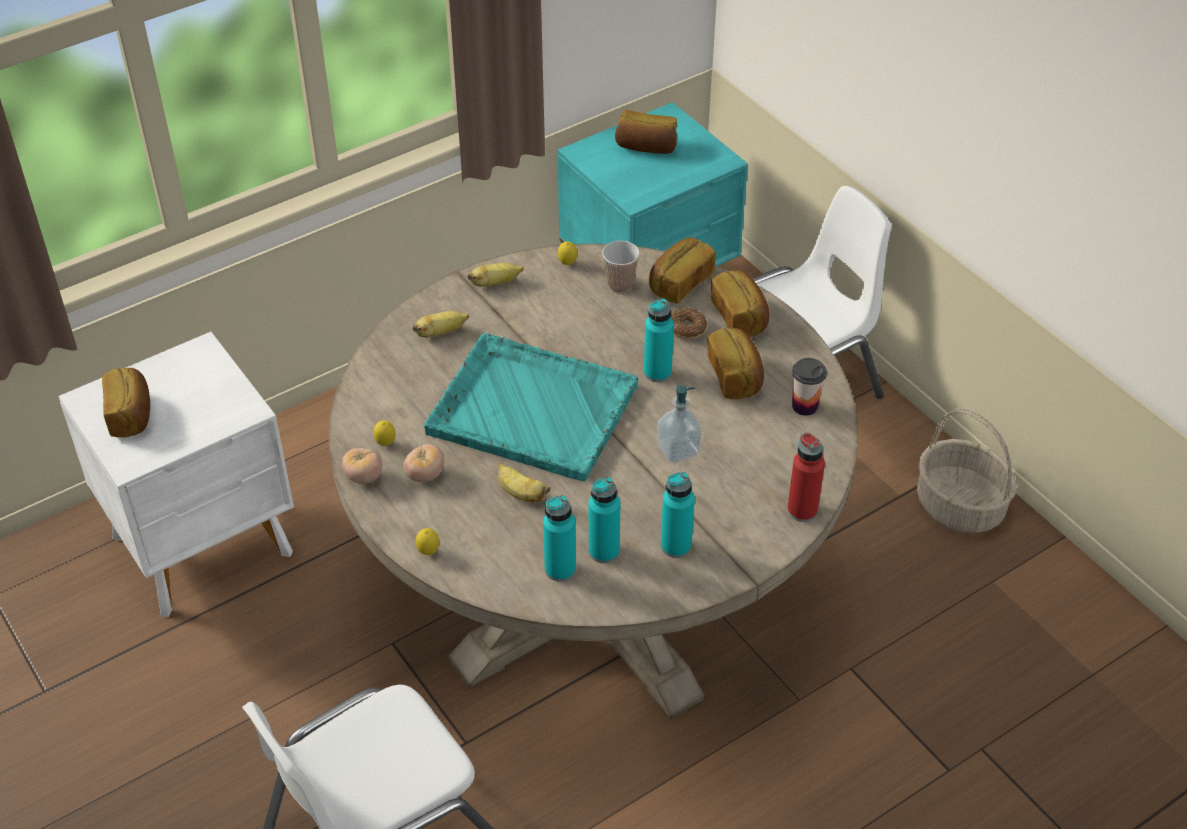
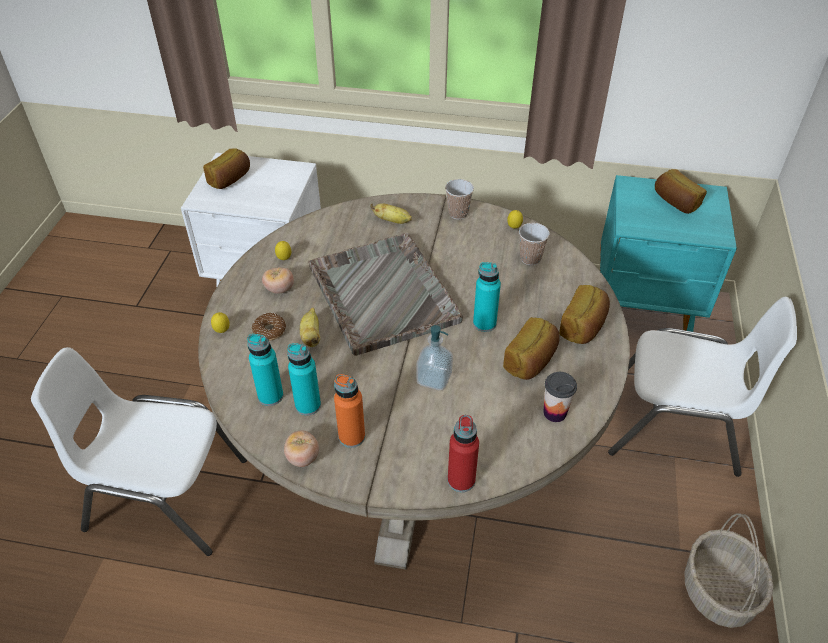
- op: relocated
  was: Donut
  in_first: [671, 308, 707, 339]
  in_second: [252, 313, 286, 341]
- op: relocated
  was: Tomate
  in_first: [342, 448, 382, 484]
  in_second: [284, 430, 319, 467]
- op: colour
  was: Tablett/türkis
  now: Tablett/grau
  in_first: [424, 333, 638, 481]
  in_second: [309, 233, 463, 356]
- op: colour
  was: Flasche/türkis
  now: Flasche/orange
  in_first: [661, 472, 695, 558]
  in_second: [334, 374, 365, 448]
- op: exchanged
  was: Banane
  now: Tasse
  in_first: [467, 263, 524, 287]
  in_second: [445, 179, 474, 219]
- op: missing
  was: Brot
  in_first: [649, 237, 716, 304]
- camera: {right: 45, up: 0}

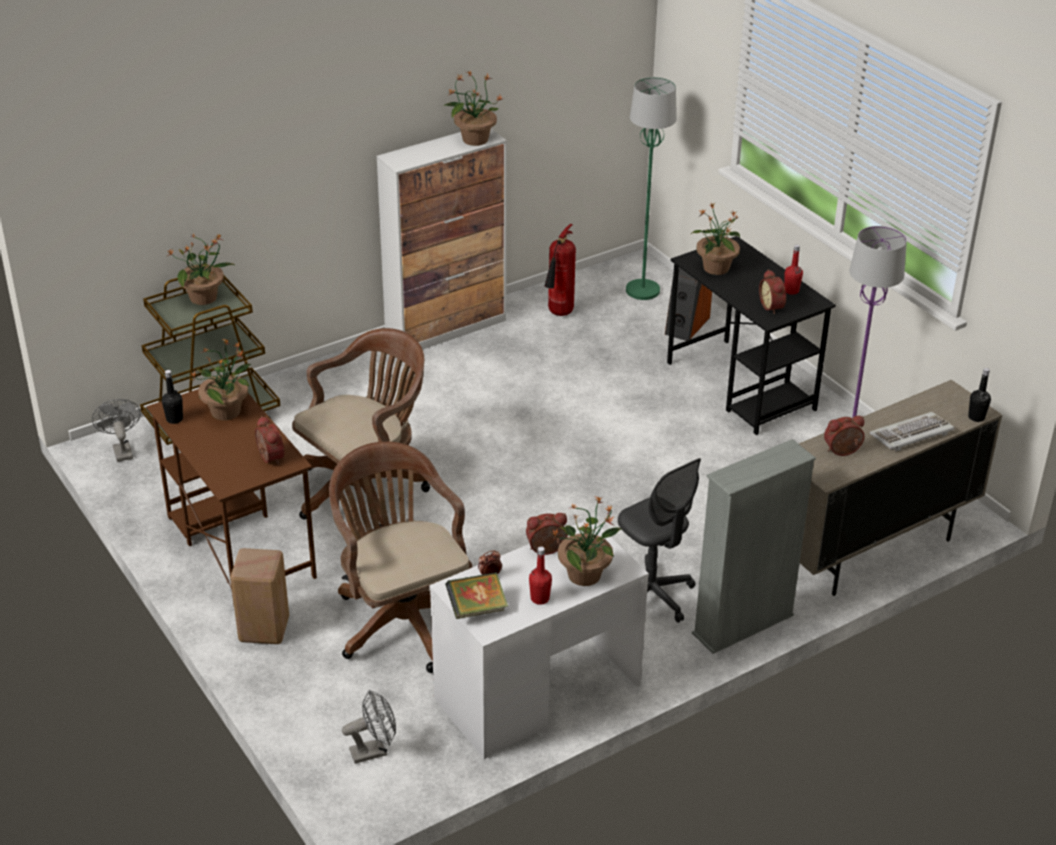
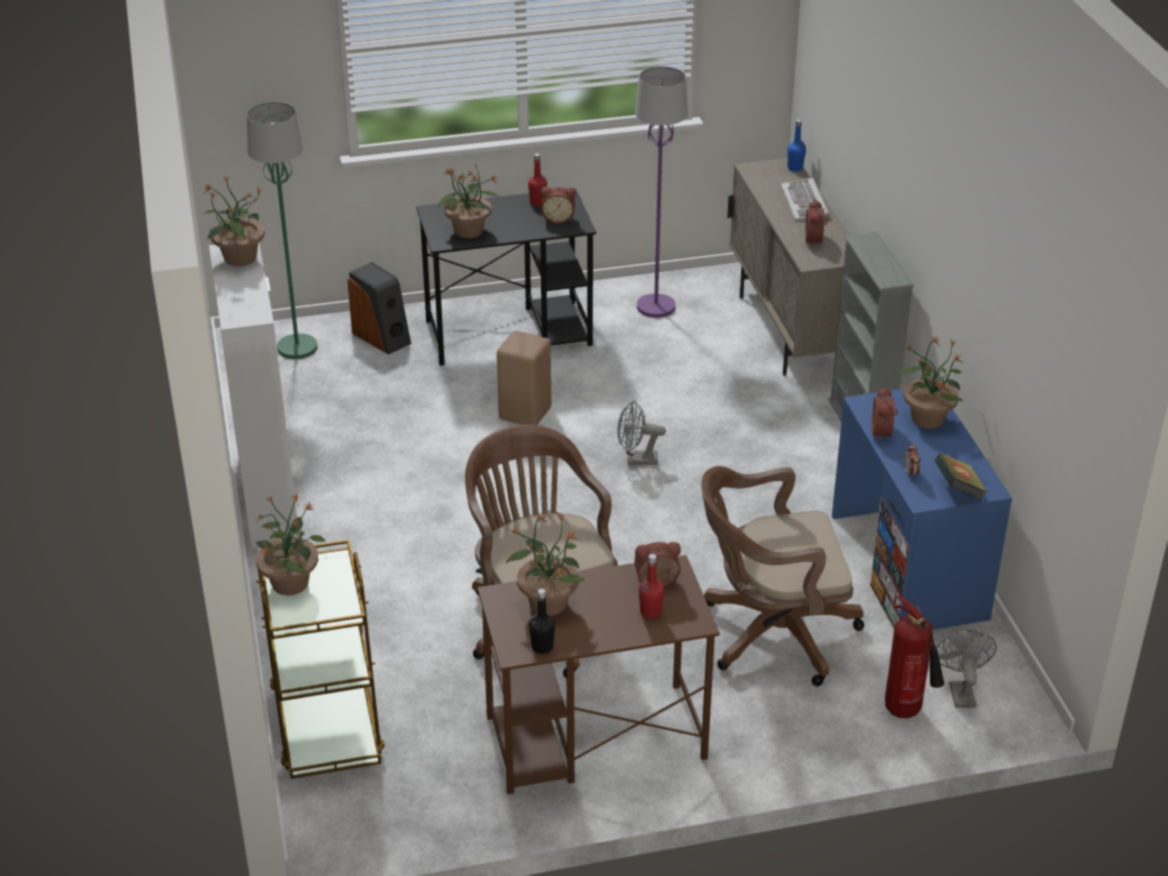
- op: relocated
  was: Hocker/beige
  in_first: [230, 548, 289, 644]
  in_second: [497, 331, 551, 425]
- op: relocated
  was: Ventilator/grau
  in_first: [92, 399, 141, 462]
  in_second: [617, 400, 666, 465]
- op: relocated
  was: Flasche/rot
  in_first: [529, 547, 552, 605]
  in_second: [639, 554, 664, 619]
- op: colour
  was: Flasche/schwarz
  now: Flasche/blau
  in_first: [968, 368, 991, 422]
  in_second: [787, 119, 806, 172]
- op: colour
  was: Schreibtisch/weiß
  now: Schreibtisch/blau
  in_first: [429, 521, 649, 759]
  in_second: [832, 389, 1012, 630]
- op: relocated
  was: Feuerlöscher
  in_first: [545, 224, 576, 316]
  in_second: [885, 595, 944, 718]
- op: missing
  was: Bürostuhl/grau
  in_first: [618, 458, 701, 623]
- camera: {right: -70, up: 0}

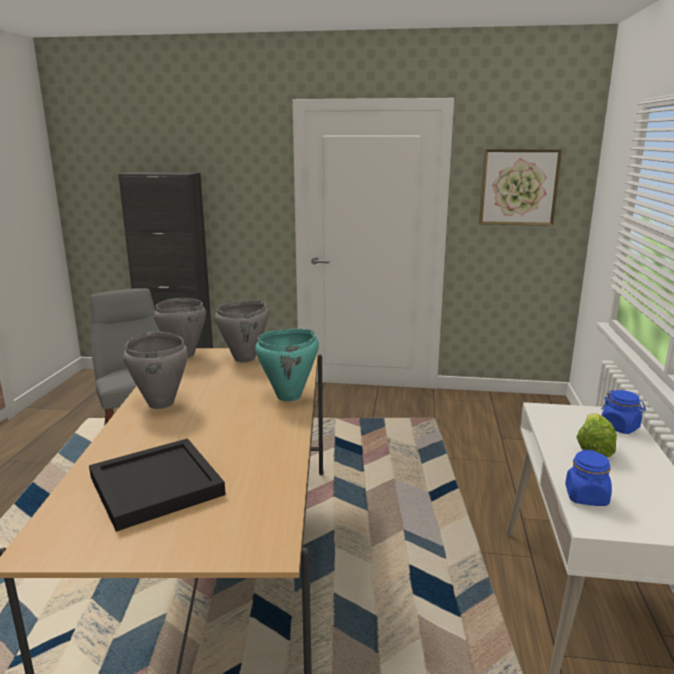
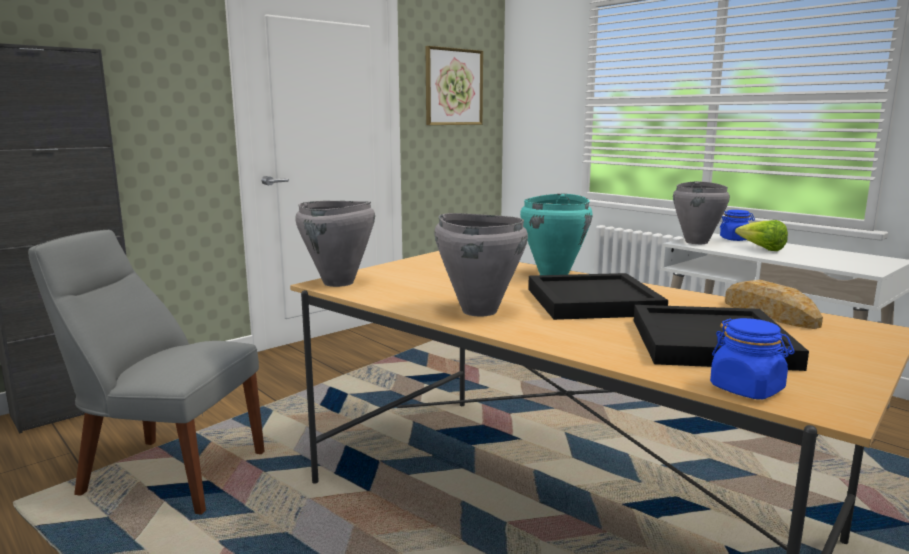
- op: appeared
  now: Tablett/schwarz
  in_second: [528, 273, 668, 320]
- op: relocated
  was: Kochtopf/grau
  in_first: [215, 300, 269, 362]
  in_second: [673, 181, 730, 244]
- op: relocated
  was: Vorratsglas/blau
  in_first: [565, 449, 612, 506]
  in_second: [710, 318, 794, 399]
- op: appeared
  now: Brot
  in_second: [725, 280, 823, 329]
- camera: {right: -50, up: -5}

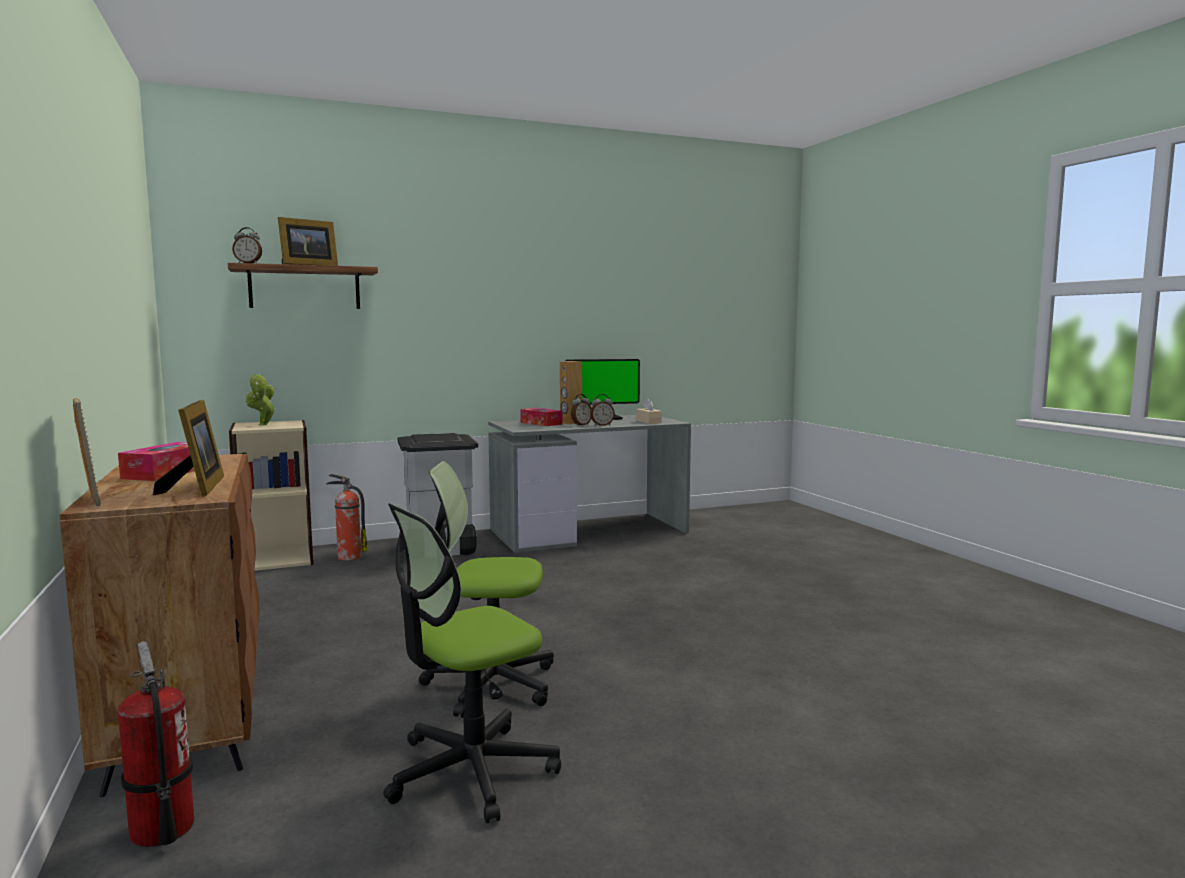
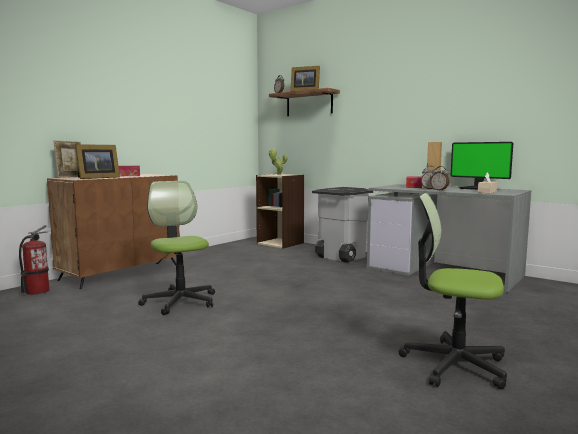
- op: relocated
  was: Bürostuhl
  in_first: [383, 503, 561, 823]
  in_second: [399, 193, 507, 389]
- op: missing
  was: Feuerlöscher
  in_first: [326, 474, 367, 561]
- camera: {right: 60, up: 0}

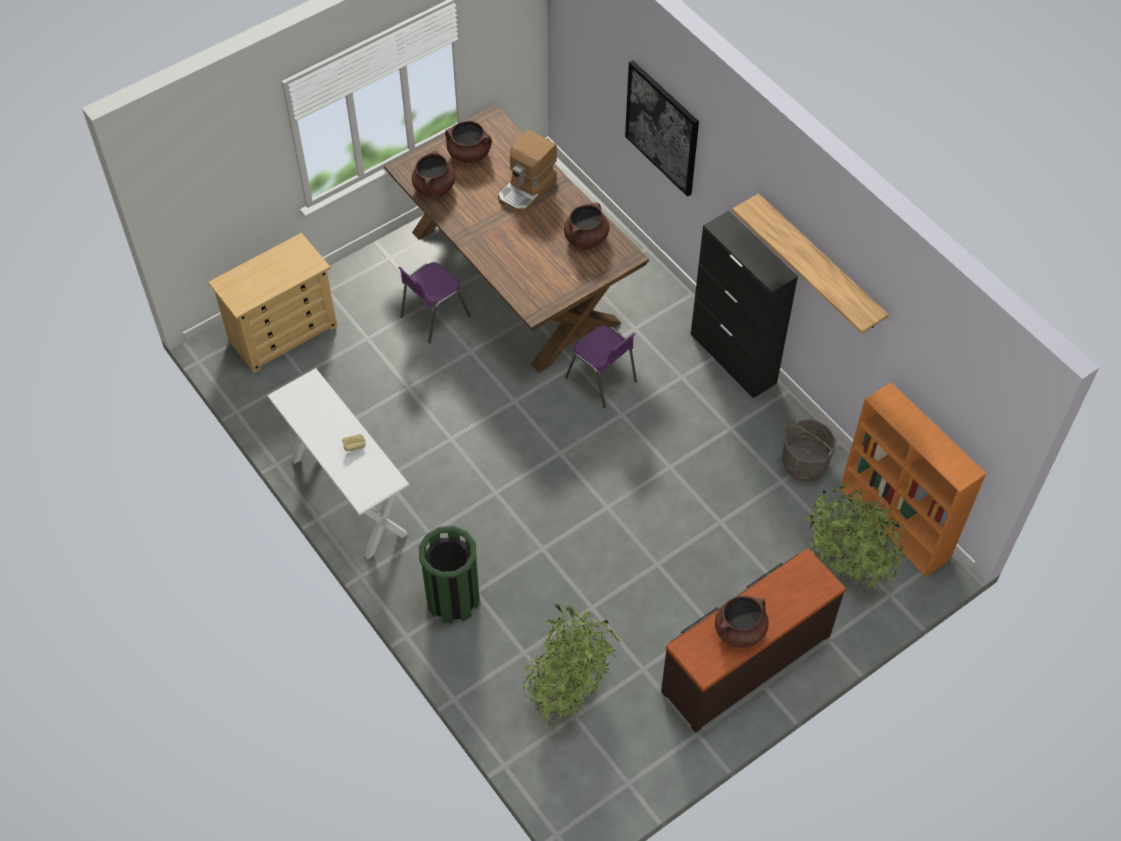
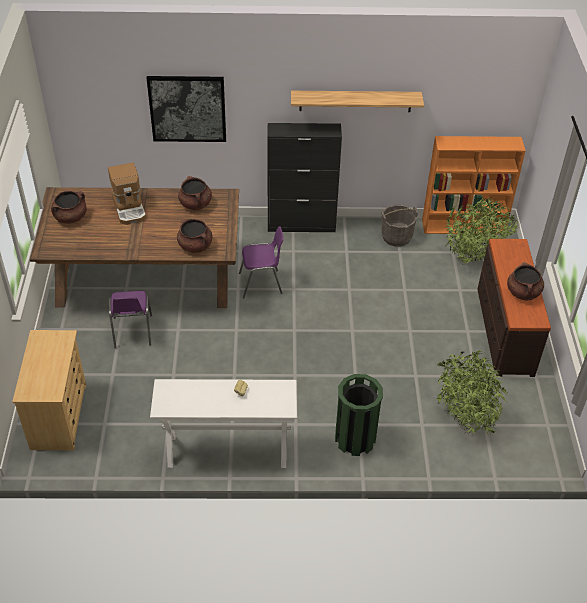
- op: relocated
  was: Kochtopf/braun
  in_first: [412, 150, 455, 198]
  in_second: [177, 219, 212, 253]
- camera: {right: -55, up: -10}

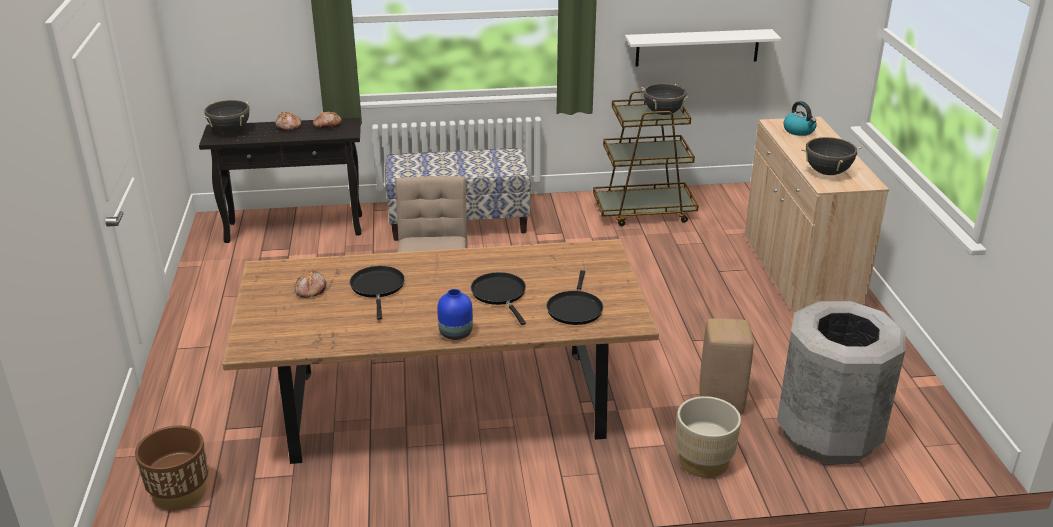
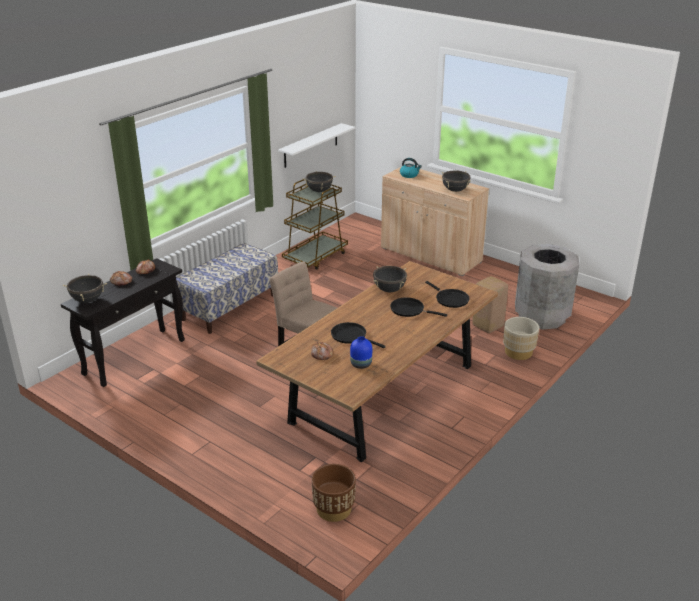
- op: relocated
  was: Vase/blau
  in_first: [437, 289, 473, 340]
  in_second: [350, 336, 372, 369]
- op: appeared
  now: Kochtopf/schwarz
  in_second: [373, 266, 407, 292]
- camera: {right: -45, up: 0}

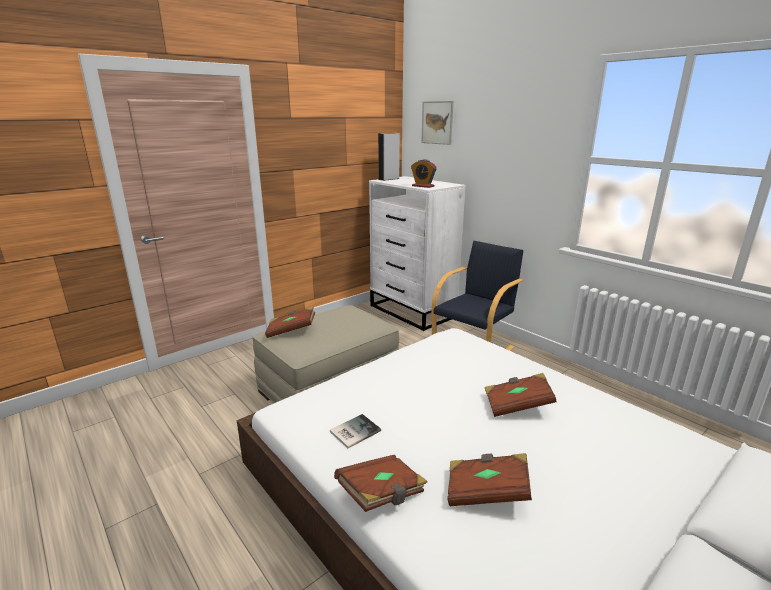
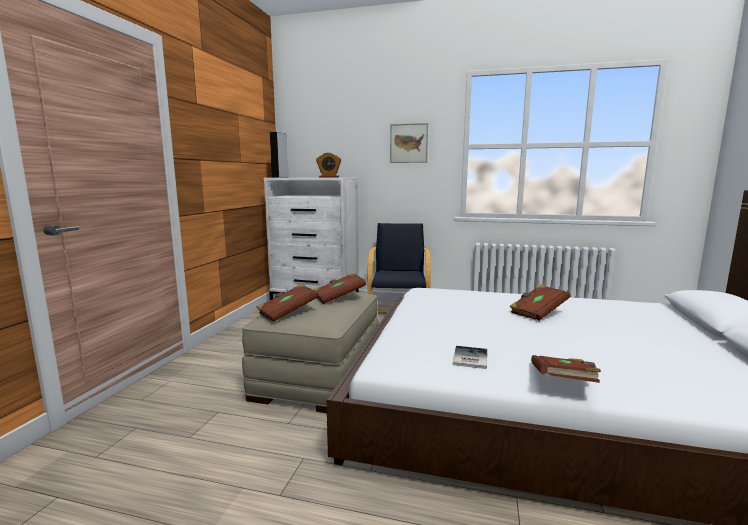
- op: relocated
  was: Buch/braun
  in_first: [447, 453, 532, 506]
  in_second: [313, 272, 366, 304]
- op: relocated
  was: Bild
  in_first: [421, 101, 453, 145]
  in_second: [390, 123, 428, 163]
- camera: {right: -35, up: -10}

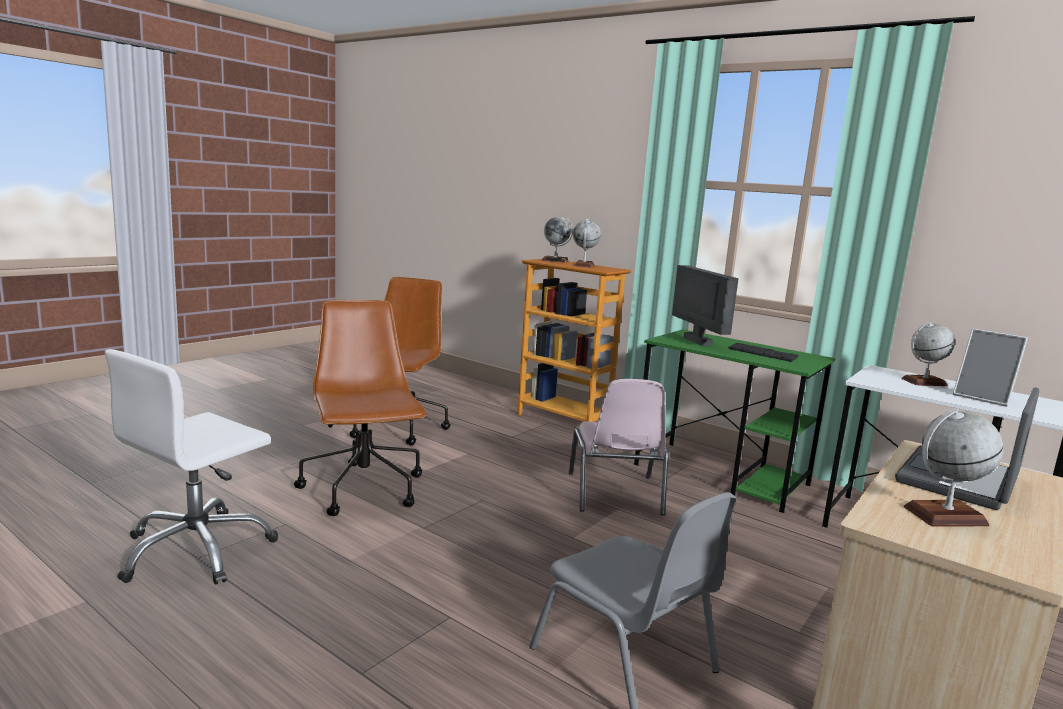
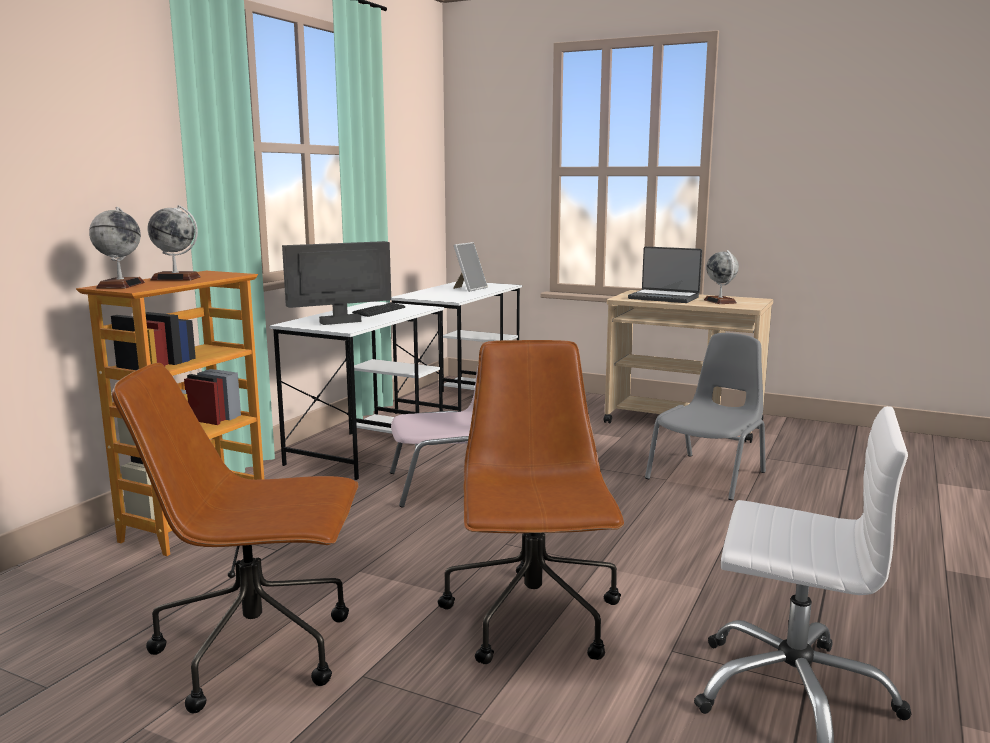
- op: colour
  was: Schreibtisch/grün
  now: Schreibtisch/weiß
  in_first: [634, 329, 835, 513]
  in_second: [269, 301, 444, 480]
- op: spun
  was: Bürostuhl/braun
  in_first: [294, 300, 426, 516]
  in_second: [438, 340, 624, 664]
  clockwise: 120
- op: missing
  was: Globus
  in_first: [901, 321, 955, 386]
- camera: {right: -100, up: 0}

